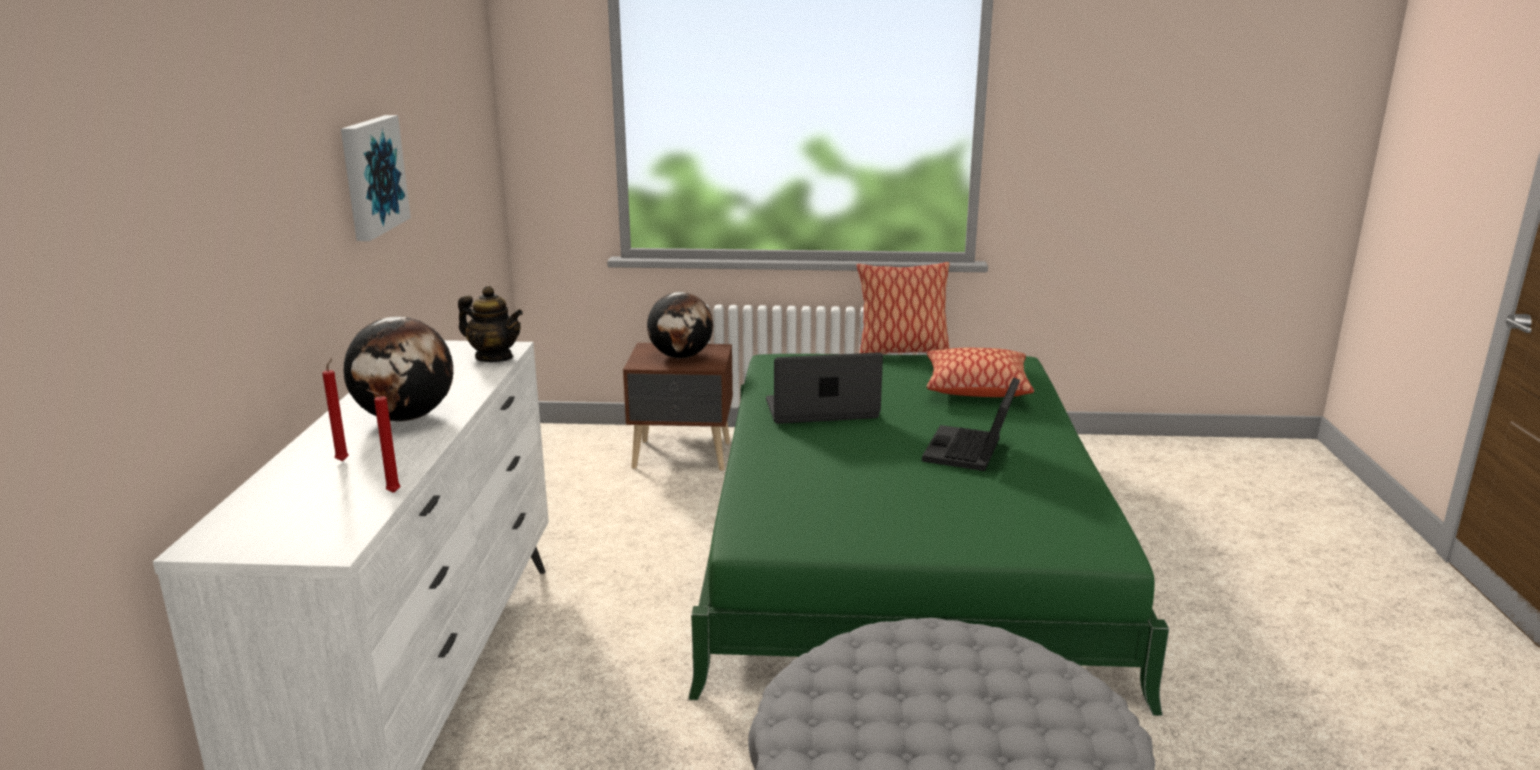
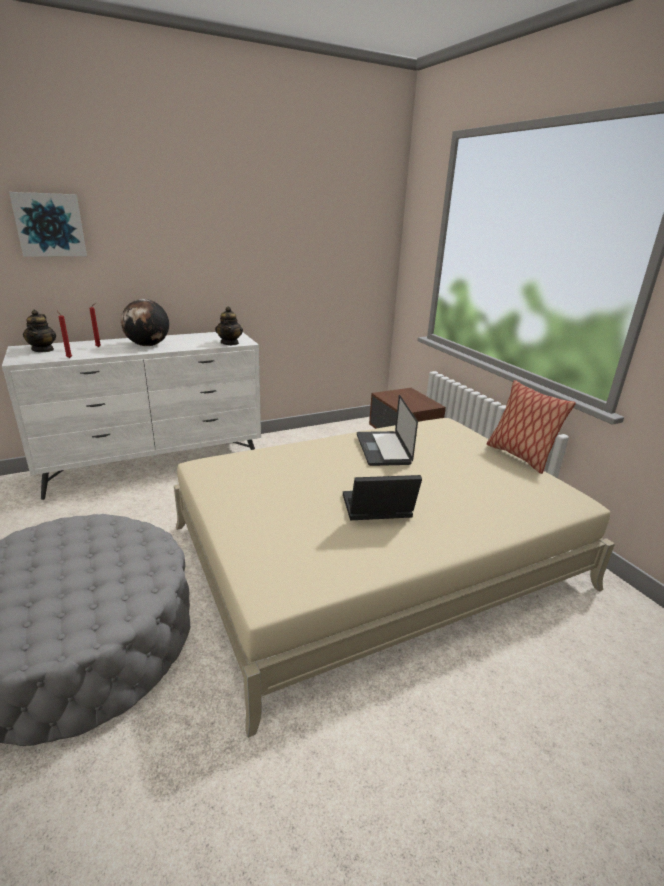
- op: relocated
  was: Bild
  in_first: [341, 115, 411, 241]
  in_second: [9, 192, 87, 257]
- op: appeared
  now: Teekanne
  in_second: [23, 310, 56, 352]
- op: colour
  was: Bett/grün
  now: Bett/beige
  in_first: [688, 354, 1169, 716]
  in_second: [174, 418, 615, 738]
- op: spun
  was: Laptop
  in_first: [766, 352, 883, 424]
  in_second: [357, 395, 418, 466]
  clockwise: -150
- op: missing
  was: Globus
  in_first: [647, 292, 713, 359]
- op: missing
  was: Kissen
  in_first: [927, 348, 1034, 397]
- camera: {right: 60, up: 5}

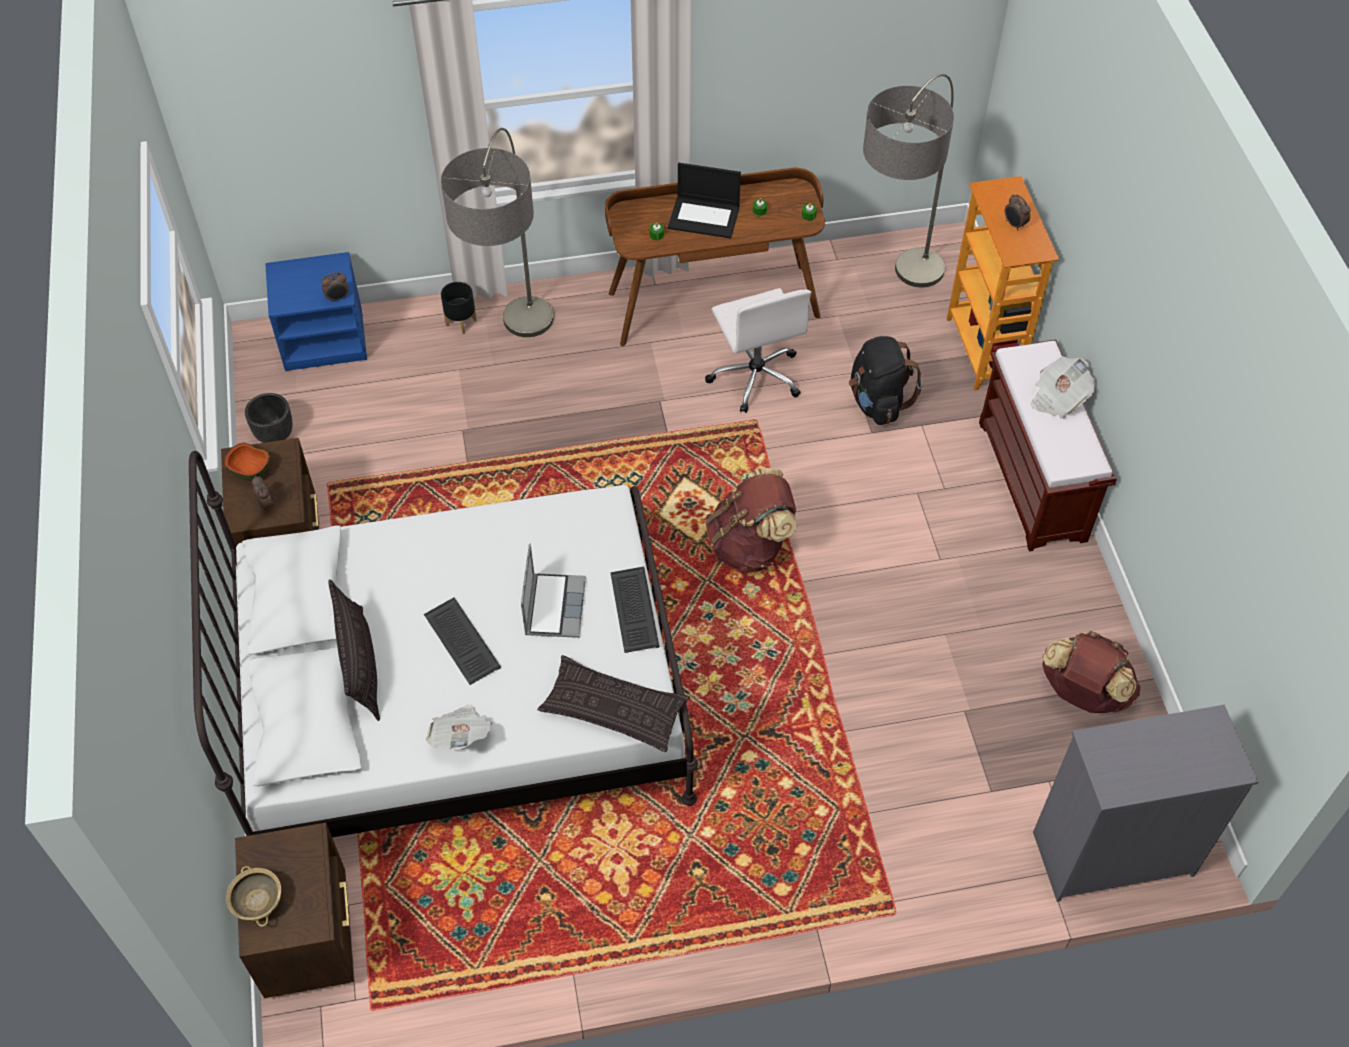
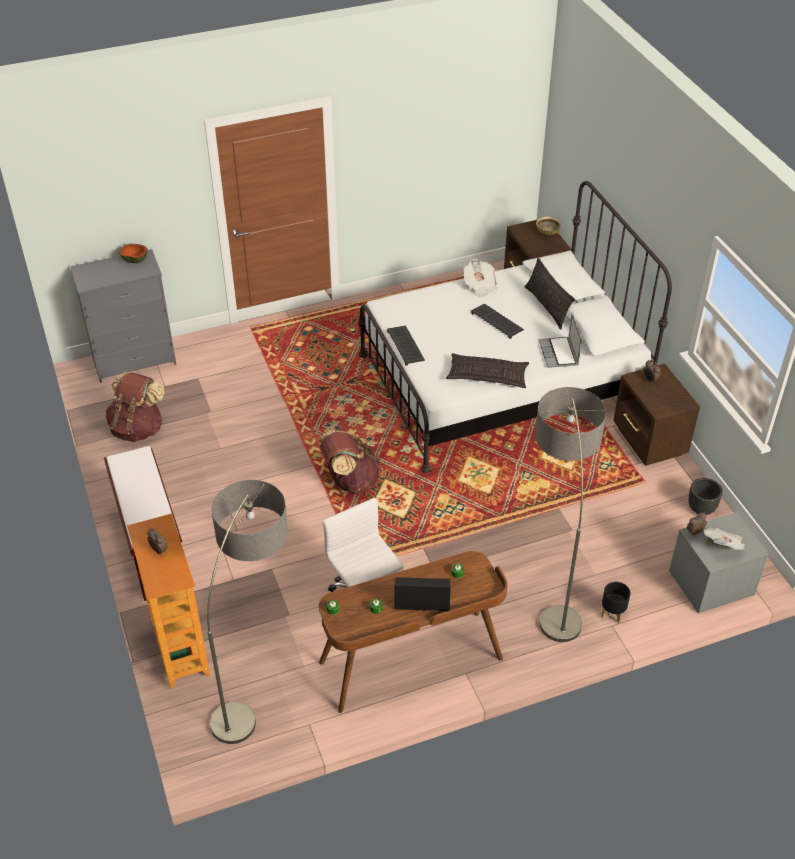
- op: relocated
  was: Schüssel
  in_first: [224, 443, 270, 481]
  in_second: [119, 244, 147, 263]
- op: relocated
  was: Kissen
  in_first: [538, 655, 690, 752]
  in_second: [446, 353, 529, 388]
- op: relocated
  was: Laptop
  in_first: [521, 543, 586, 638]
  in_second: [539, 313, 582, 368]
- op: colour
  was: Nachttisch/blau
  now: Nachttisch/grau
  in_first: [265, 252, 367, 371]
  in_second: [669, 512, 769, 613]
- op: relocated
  was: Zeitung
  in_first: [1031, 356, 1095, 419]
  in_second: [704, 528, 745, 550]
- op: missing
  was: Rucksack/schwarz
  in_first: [849, 336, 923, 425]
- camera: {right: 170, up: -10}

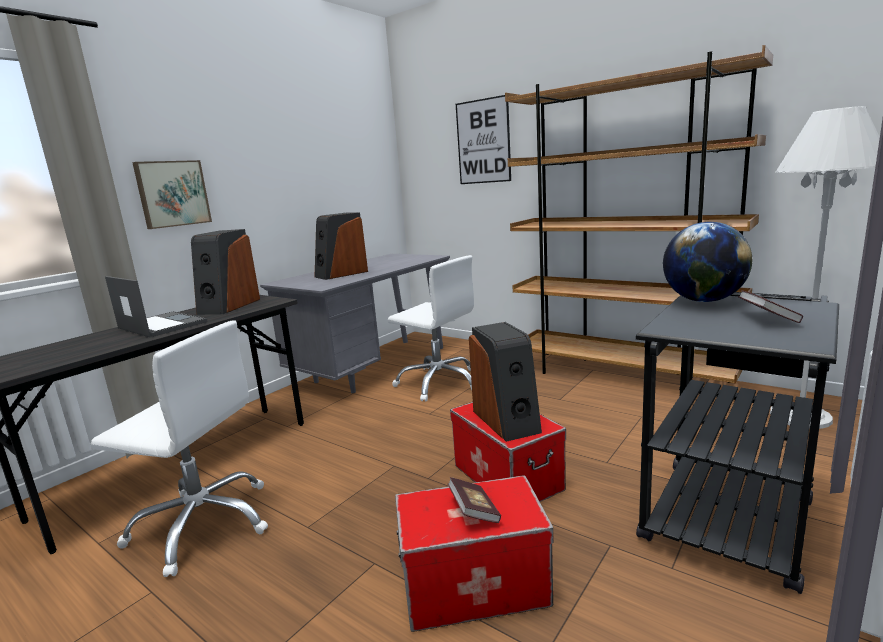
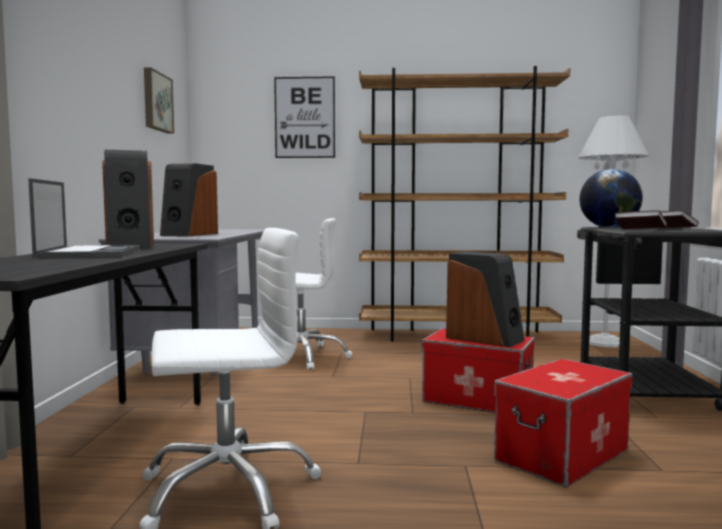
- op: spun
  was: Laptop
  in_first: [105, 276, 208, 337]
  in_second: [28, 178, 140, 259]
  clockwise: 75
- op: relocated
  was: Bild
  in_first: [132, 160, 212, 229]
  in_second: [144, 67, 174, 134]
- op: relocated
  was: Buch
  in_first: [448, 477, 501, 523]
  in_second: [615, 210, 667, 229]
- camera: {right: -35, up: -10}

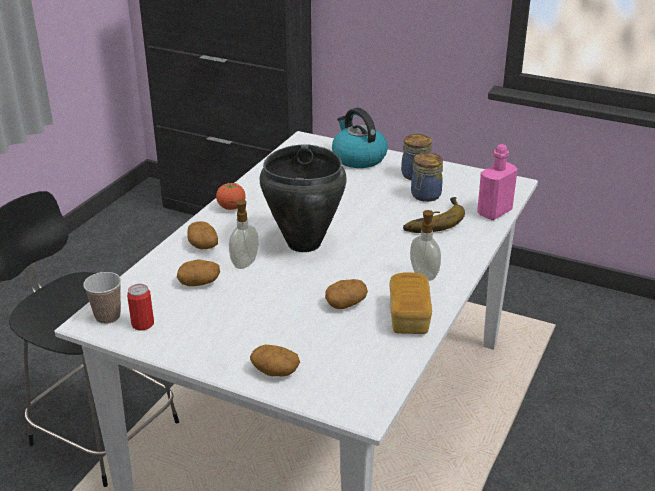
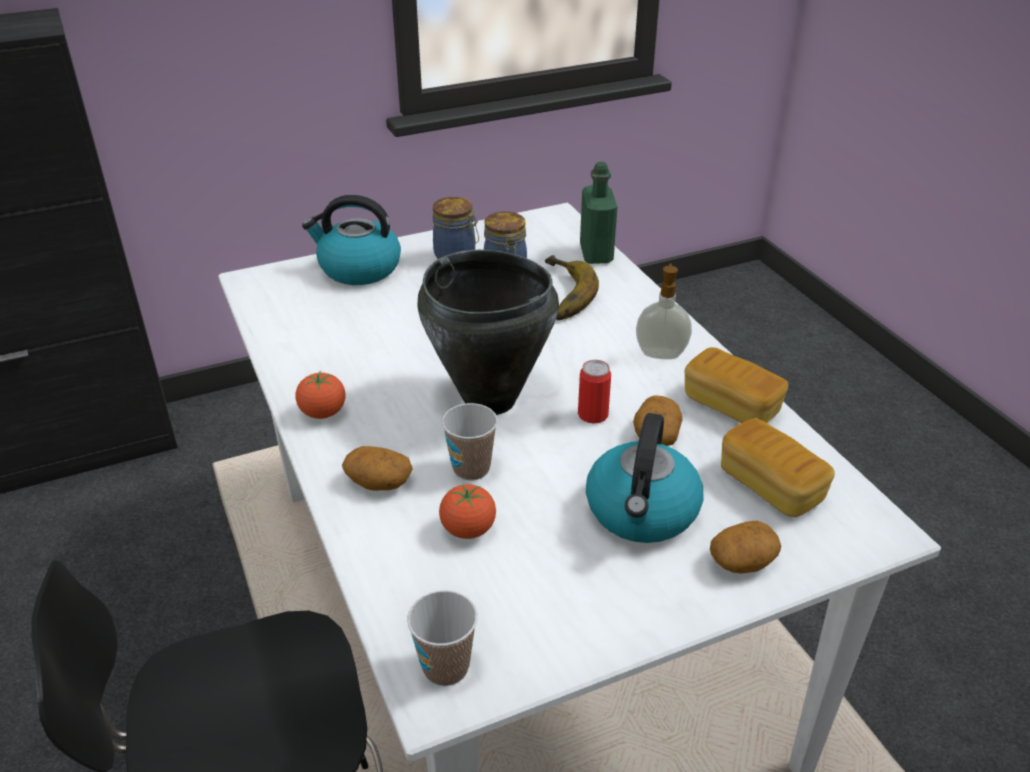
- op: exchanged
  was: Kartoffel
  now: Tomate
  in_first: [177, 259, 220, 286]
  in_second: [439, 484, 496, 539]
- op: exchanged
  was: Seifenspender
  now: Tasse
  in_first: [229, 200, 259, 269]
  in_second: [442, 403, 498, 480]
- op: relocated
  was: Dose
  in_first: [127, 284, 154, 330]
  in_second: [578, 360, 611, 424]
- op: colour
  was: Flasche/rosa
  now: Flasche/grün
  in_first: [477, 144, 518, 220]
  in_second: [580, 162, 617, 264]
- op: appeared
  now: Wasserkessel
  in_second: [586, 413, 703, 543]
- op: appeared
  now: Brot
  in_second: [721, 418, 835, 517]
- camera: {right: -50, up: 5}

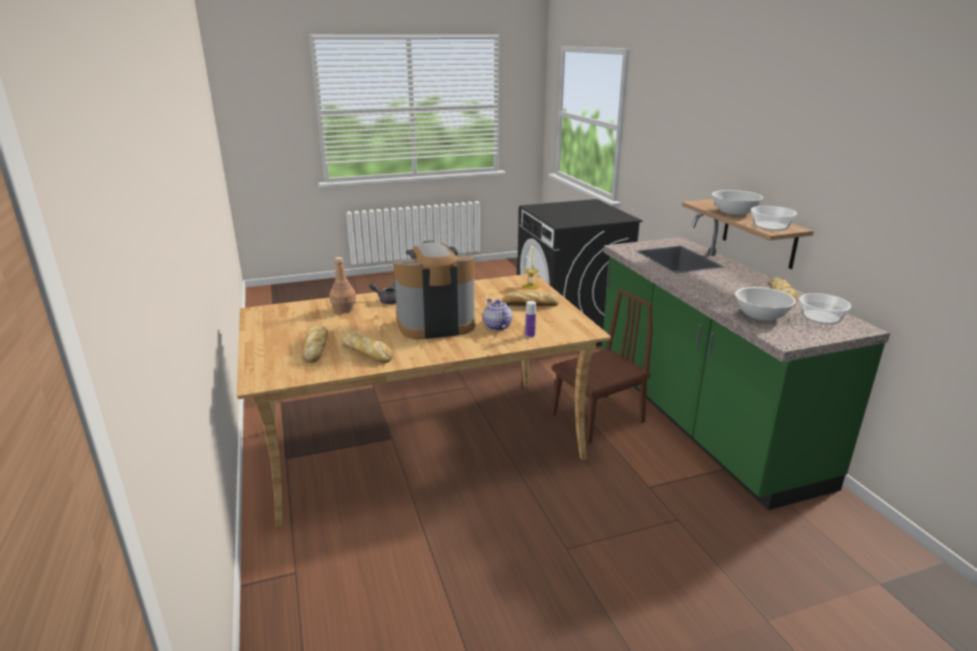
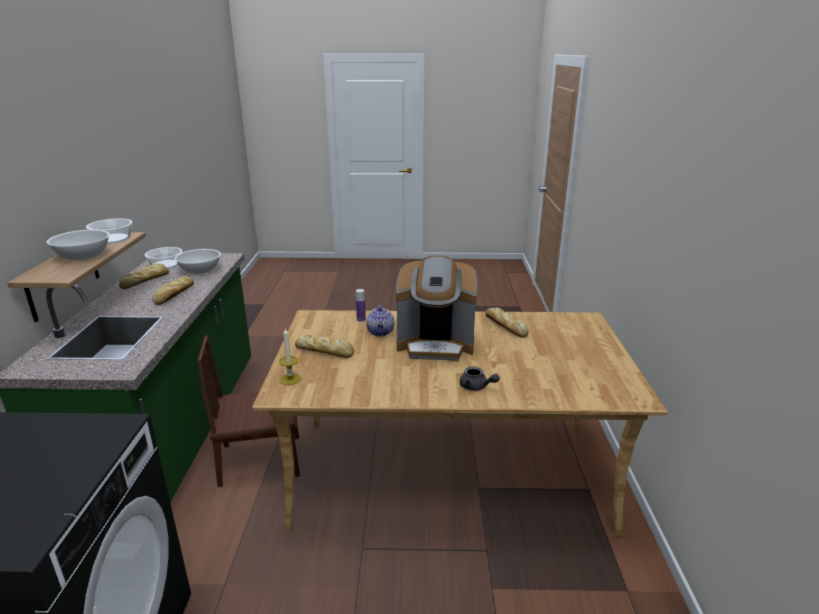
- op: relocated
  was: Brot
  in_first: [302, 325, 328, 363]
  in_second: [153, 276, 194, 305]
- op: missing
  was: Flasche/braun
  in_first: [329, 257, 356, 313]
- camera: {right: -160, up: 0}

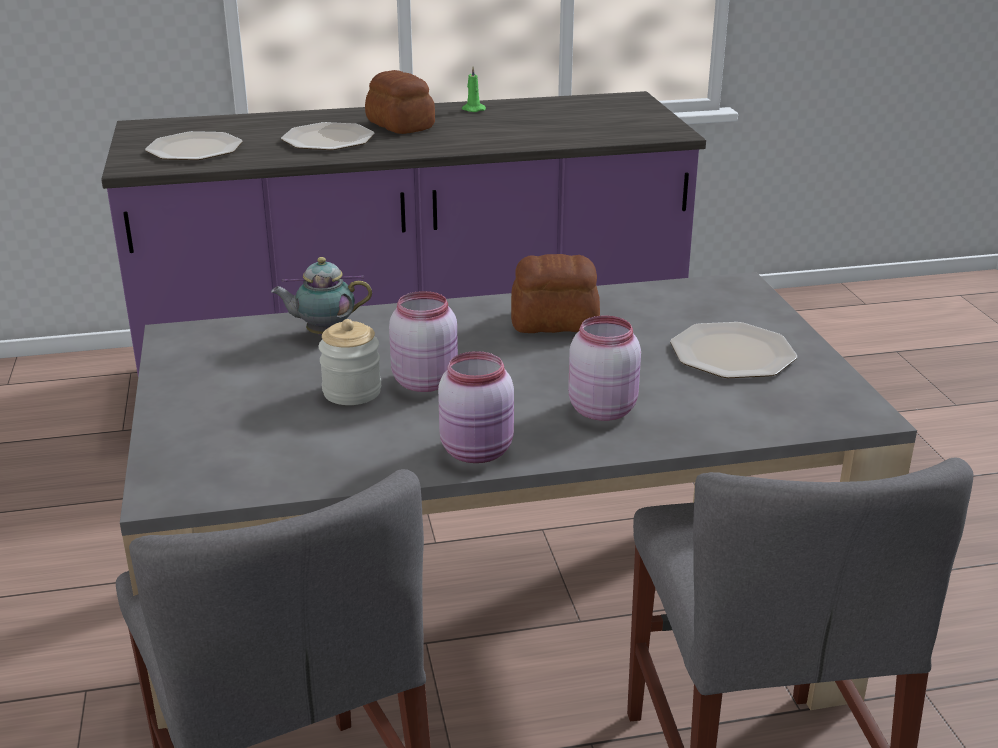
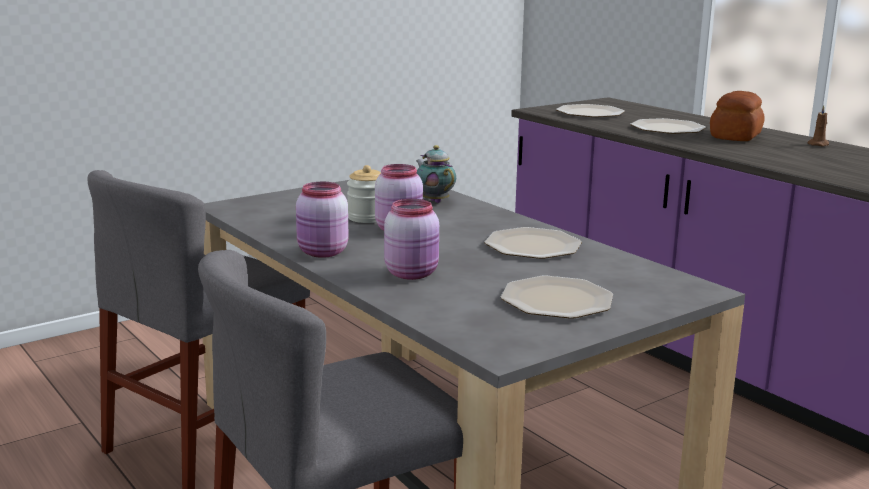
- op: exchanged
  was: Brot
  now: Teller
  in_first: [511, 254, 600, 333]
  in_second: [484, 227, 582, 259]
- op: colour
  was: Kerze/grün
  now: Kerze/braun
  in_first: [462, 67, 486, 112]
  in_second: [807, 106, 829, 146]
- camera: {right: 65, up: -10}

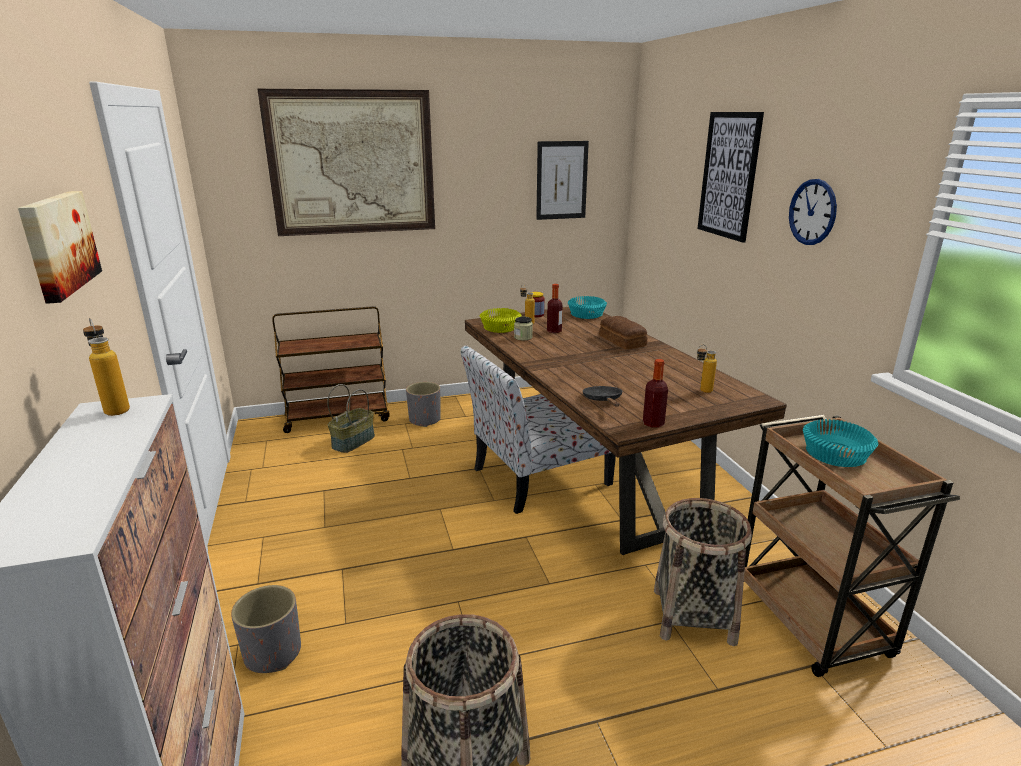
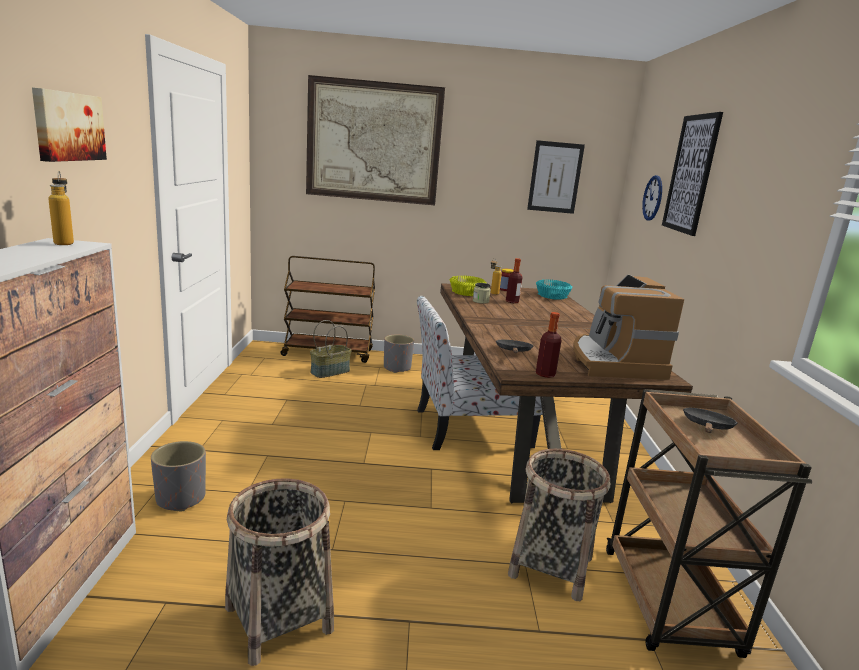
- op: exchanged
  was: Flasche
  now: Kaffeemaschine
  in_first: [697, 344, 717, 393]
  in_second: [573, 275, 684, 380]
- op: relocated
  was: Wanduhr
  in_first: [789, 179, 837, 245]
  in_second: [642, 175, 662, 221]
- op: exchanged
  was: Schüssel/türkis
  now: Pfanne/schwarz
  in_first: [803, 419, 878, 467]
  in_second: [683, 408, 738, 433]
- op: missing
  was: Brot
  in_first: [599, 316, 647, 349]
- camera: {right: 15, up: -5}

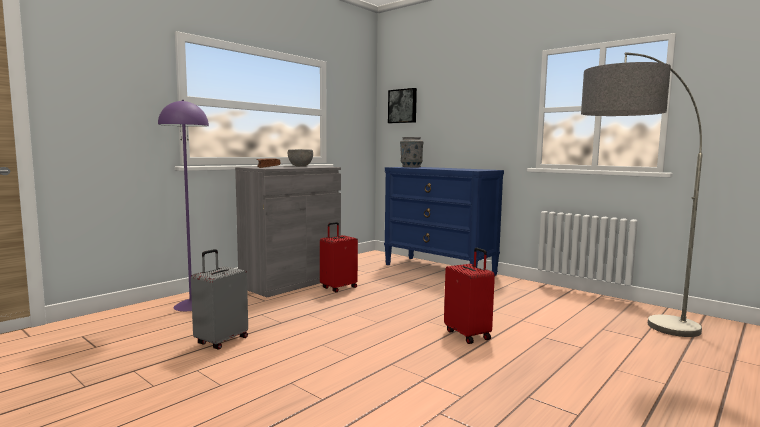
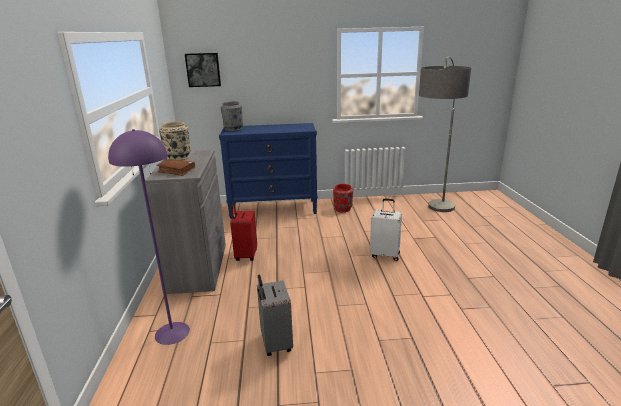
- op: exchanged
  was: Schüssel/grau
  now: Vase/beige
  in_first: [288, 149, 313, 166]
  in_second: [159, 121, 191, 160]
- op: appeared
  now: Vase/rot
  in_second: [333, 184, 353, 212]
- op: colour
  was: Koffer/rot
  now: Koffer/weiß
  in_first: [444, 248, 495, 344]
  in_second: [370, 199, 402, 261]
- camera: {right: -45, up: 15}

